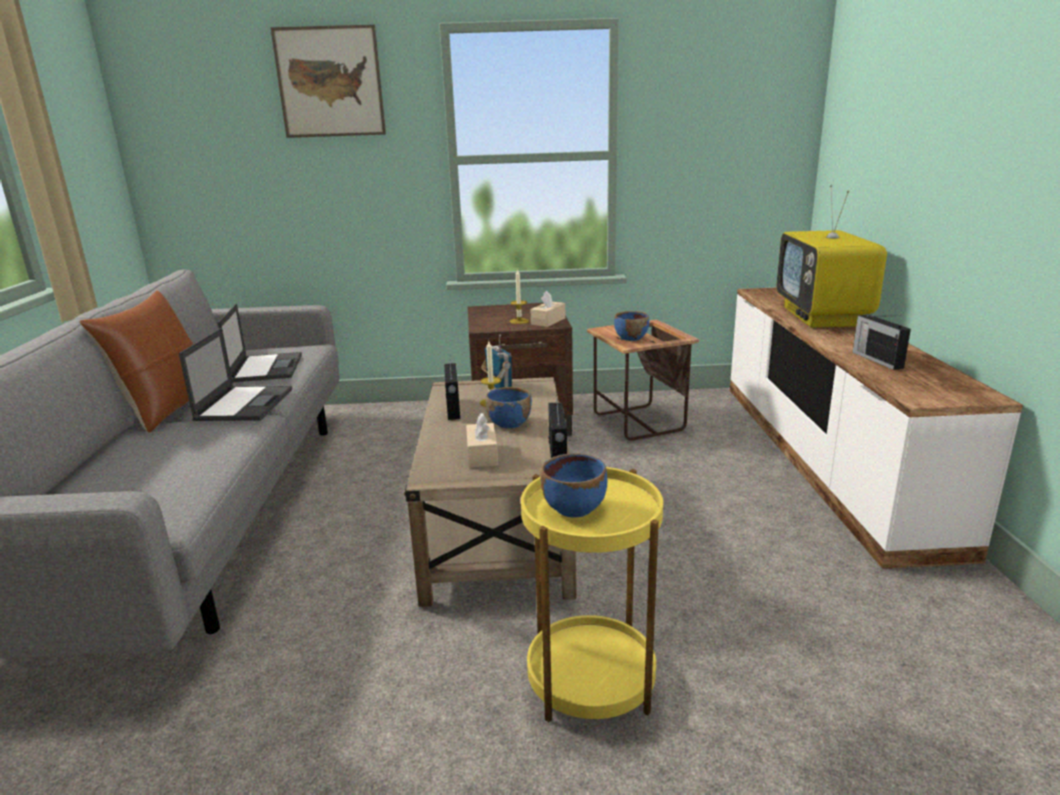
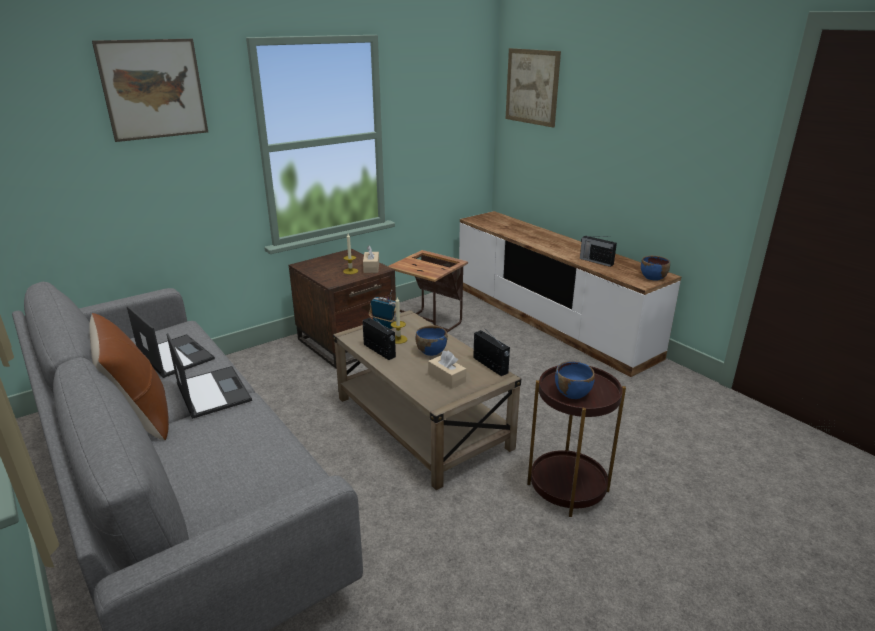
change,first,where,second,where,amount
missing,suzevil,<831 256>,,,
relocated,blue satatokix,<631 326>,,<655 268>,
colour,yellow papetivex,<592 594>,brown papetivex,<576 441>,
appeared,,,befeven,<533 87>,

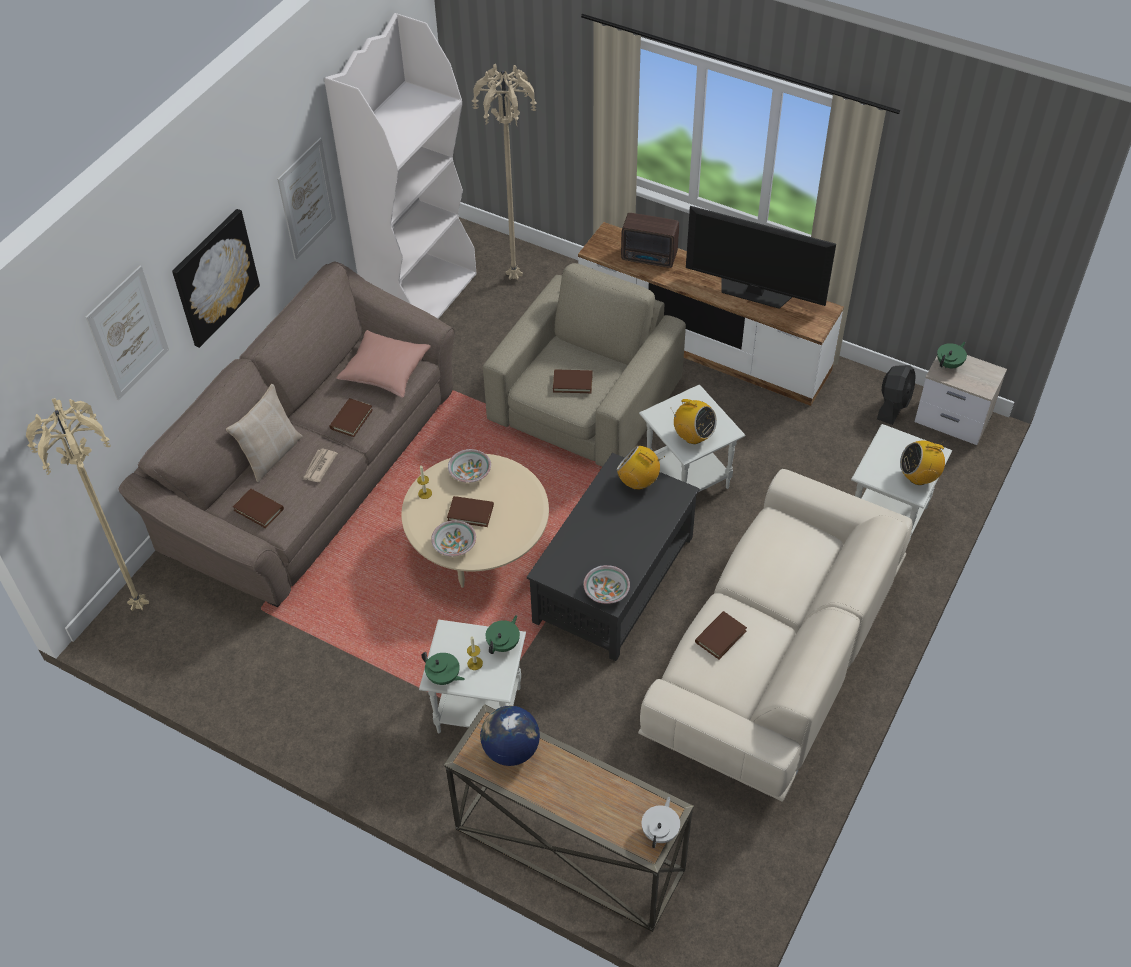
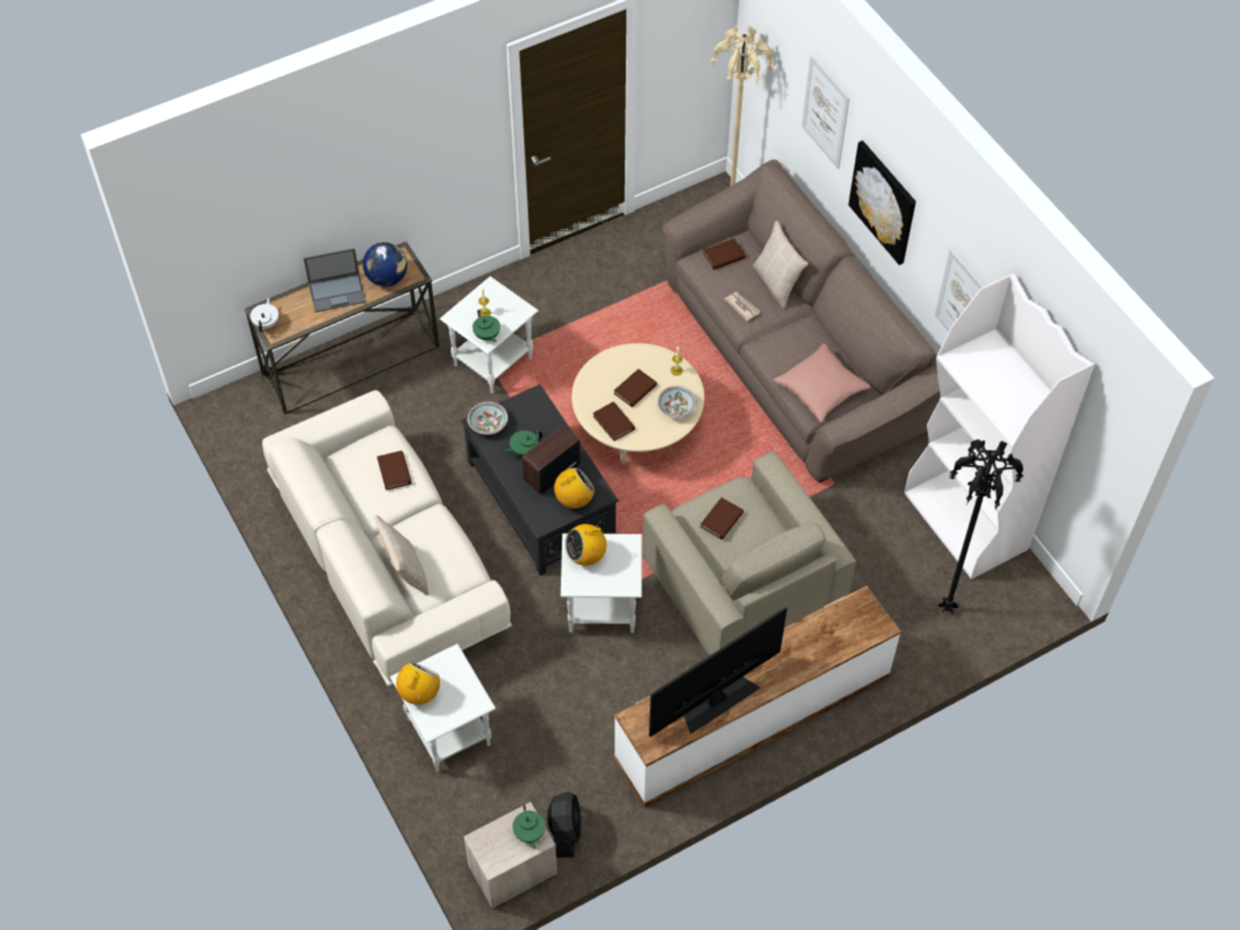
change,first,where,second,where,amount
colour,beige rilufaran,<504 172>,black rilufaran,<980 526>,
relocated,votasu,<650 240>,,<551 460>,
spun,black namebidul,<896 395>,,<564 825>,150 degrees counterclockwise
relocated,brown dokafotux,<351 417>,,<614 421>,
missing,satatokix,<453 538>,,,
relocated,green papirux,<443 668>,,<523 443>,
spun,white papirux,<661 822>,,<264 315>,135 degrees counterclockwise
appeared,,,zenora,<334 280>,
appeared,,,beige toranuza,<401 555>,

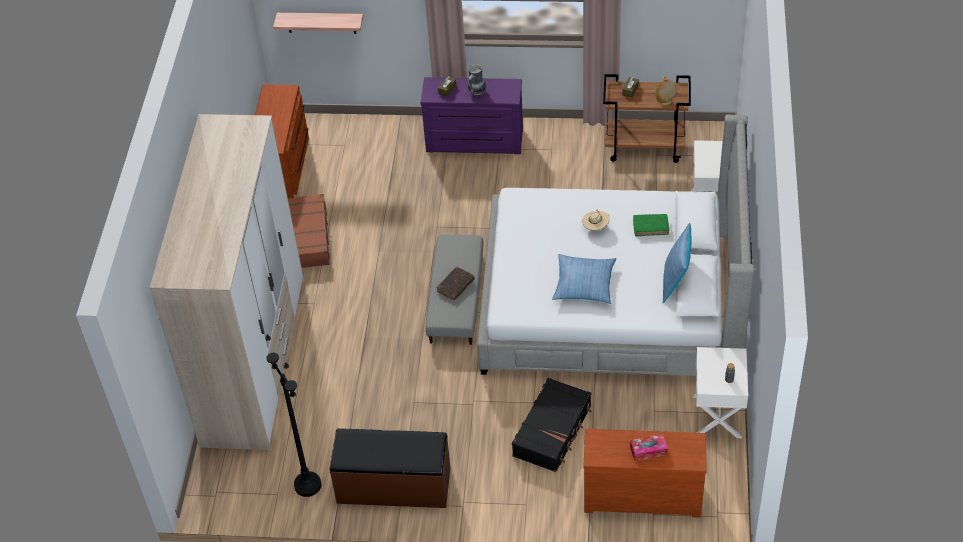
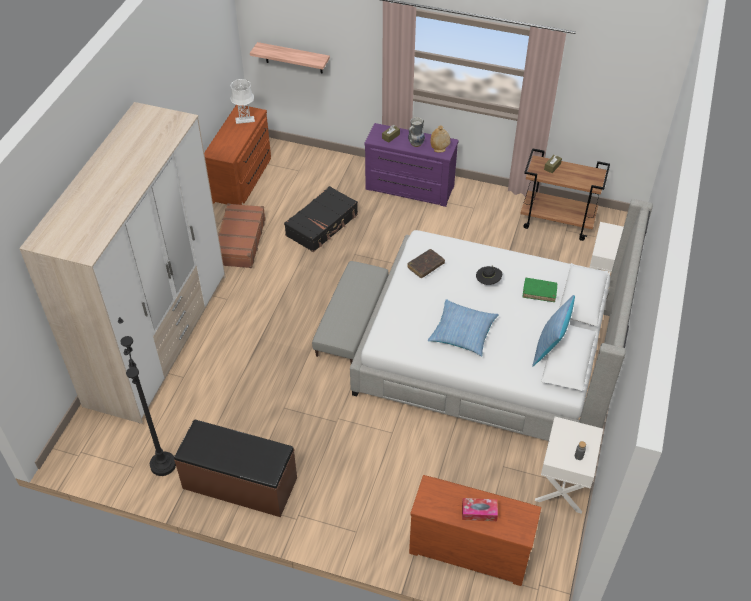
change,first,where,second,where,amount
relocated,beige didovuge,<666 91>,,<440 139>,
colour,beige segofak,<596 220>,black segofak,<489 275>,
relocated,brown dokafotux,<456 283>,,<426 263>,
relocated,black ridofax,<552 425>,,<321 219>,
appeared,,,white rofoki,<243 101>,

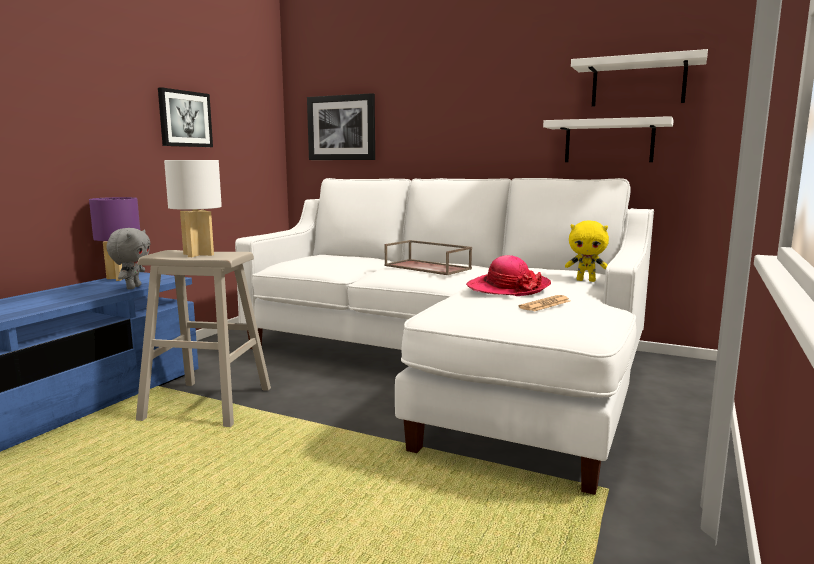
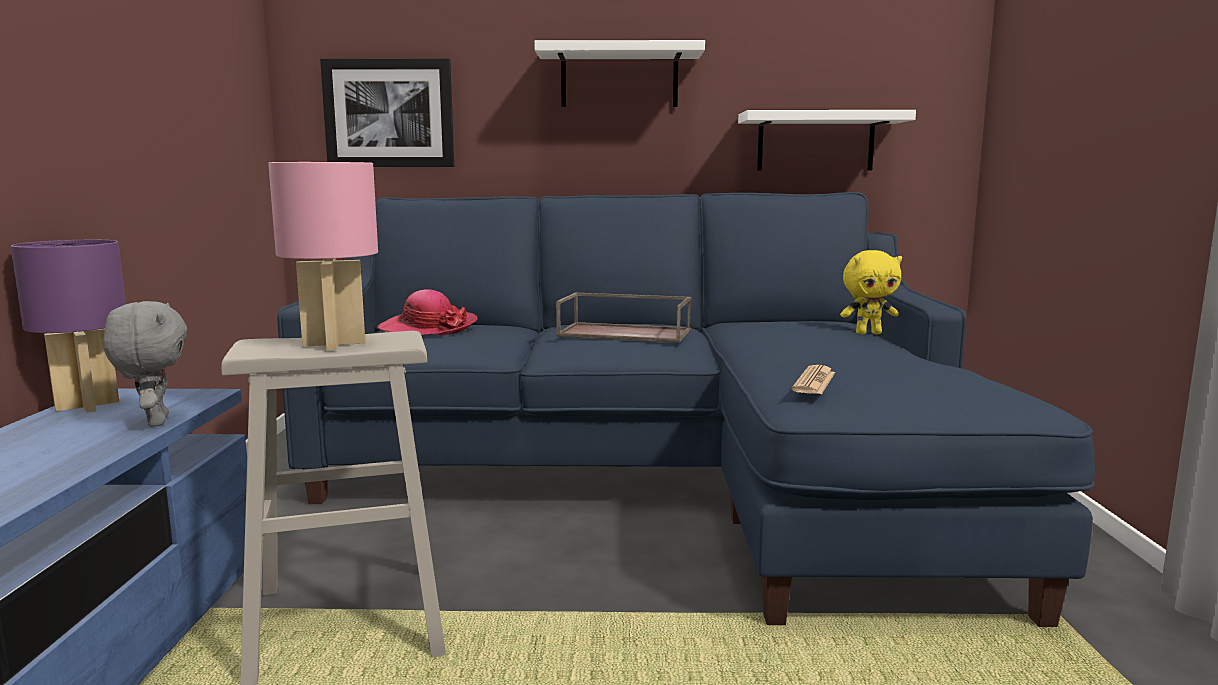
change,first,where,second,where,amount
relocated,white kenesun,<639 77>,,<619 73>,
missing,befeven,<185 117>,,,
colour,white rofoki,<193 208>,pink rofoki,<323 256>,
colour,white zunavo,<444 336>,blue zunavo,<686 409>,
relocated,segofak,<508 275>,,<427 312>,
relocated,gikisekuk,<544 303>,,<813 379>,

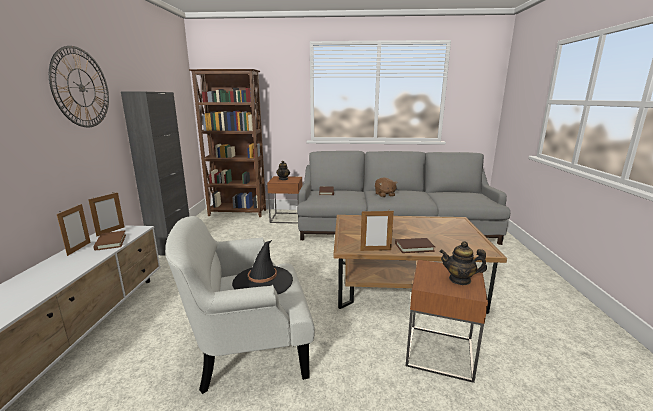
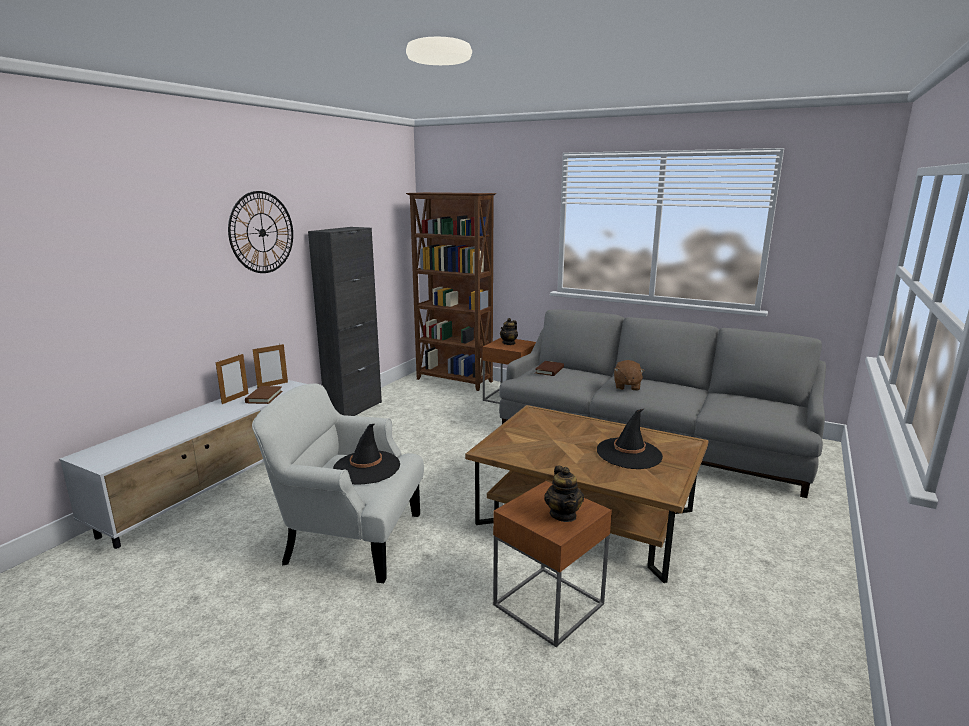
change,first,where,second,where,amount
missing,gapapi,<377 230>,,,
missing,brown dokafotux,<415 245>,,,
spun,papirux,<463 263>,,<564 494>,135 degrees counterclockwise
appeared,,,black segofak,<630 438>,

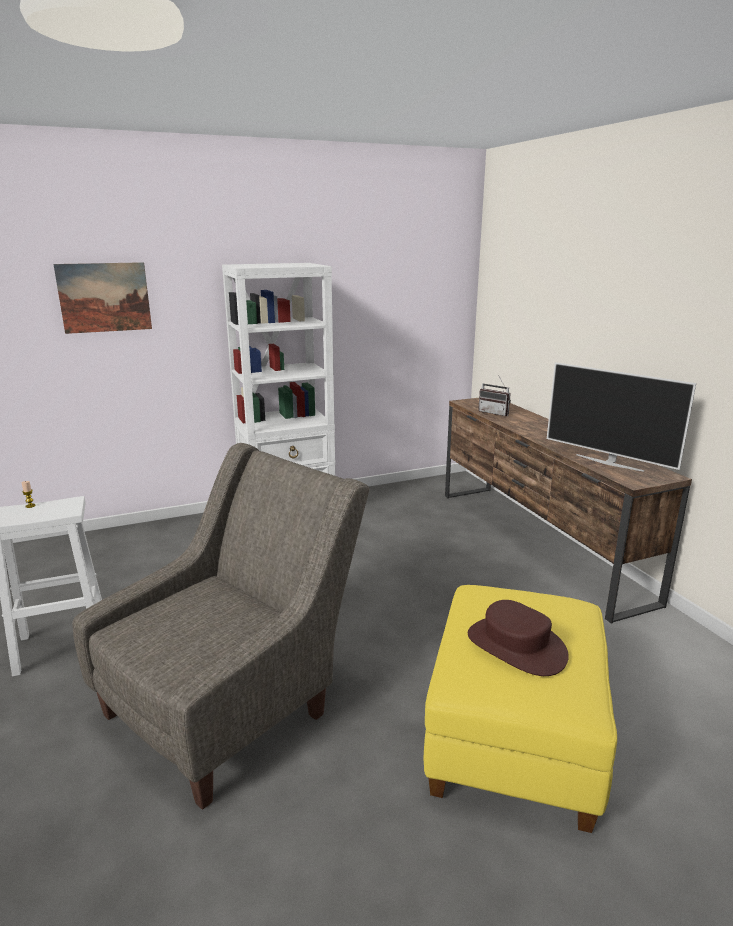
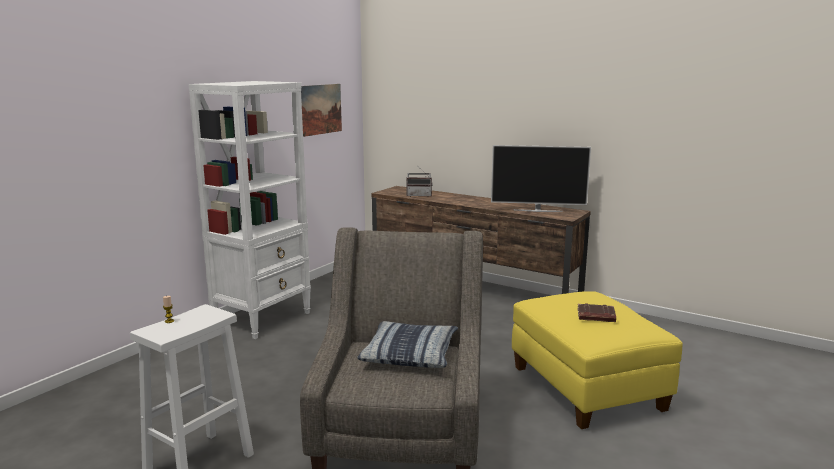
change,first,where,second,where,amount
relocated,befeven,<102 298>,,<321 110>,
exchanged,brown segofak,<518 638>,brown dokafotux,<596 313>,
appeared,,,toranuza,<407 344>,

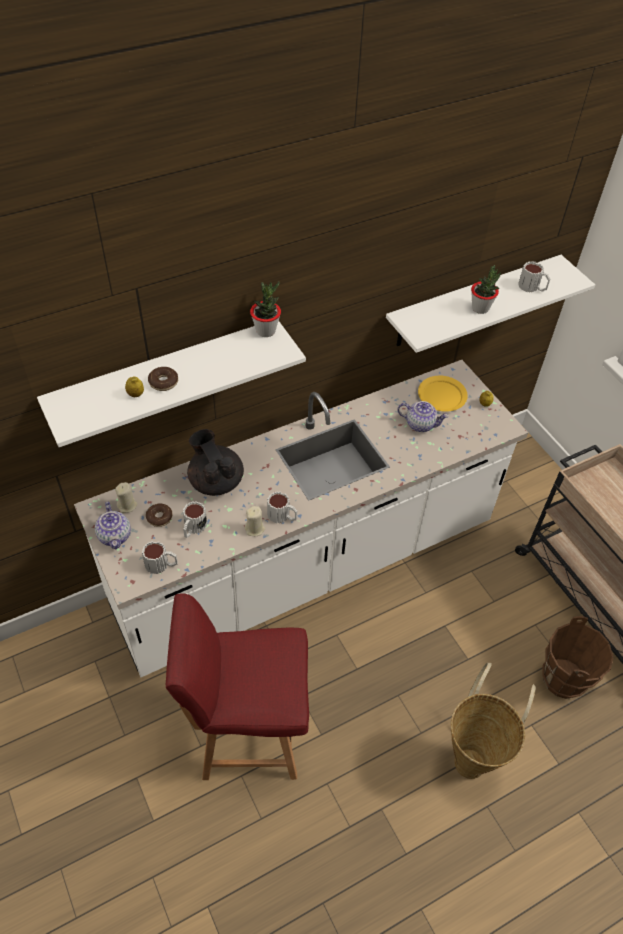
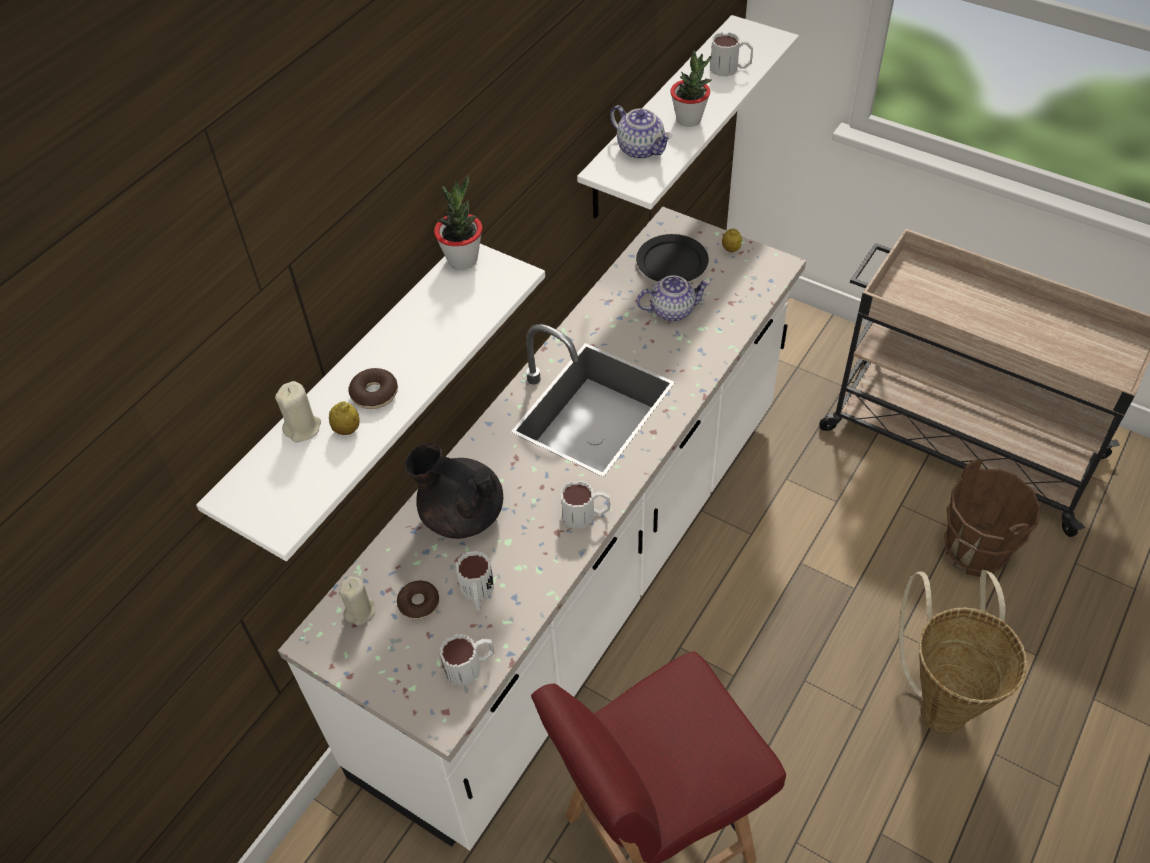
change,first,where,second,where,amount
colour,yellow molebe,<443 394>,black molebe,<672 257>,
relocated,papirux,<113 526>,,<641 132>,
relocated,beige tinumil,<255 521>,,<298 411>,

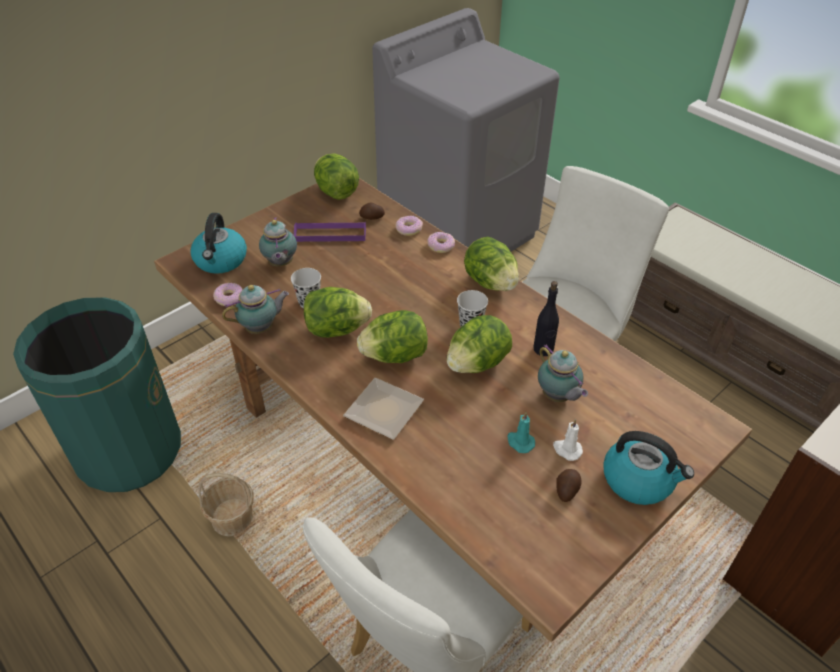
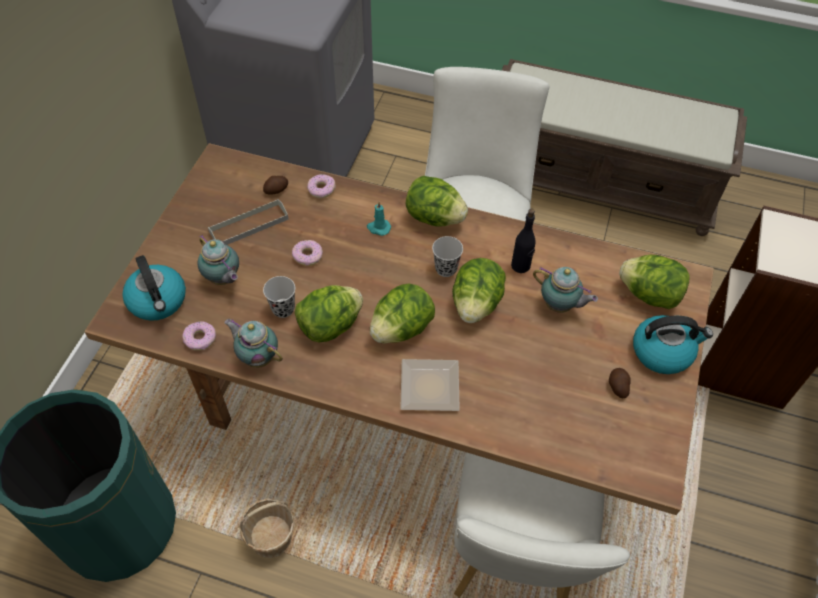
change,first,where,second,where,amount
relocated,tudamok,<336 176>,,<654 282>,
colour,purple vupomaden,<330 232>,grey vupomaden,<248 222>,
relocated,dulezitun,<441 242>,,<307 253>,
spun,papirux,<255 309>,,<253 343>,90 degrees counterclockwise
relocated,turquoise tinumil,<521 432>,,<379 219>,
missing,white tinumil,<568 440>,,,

